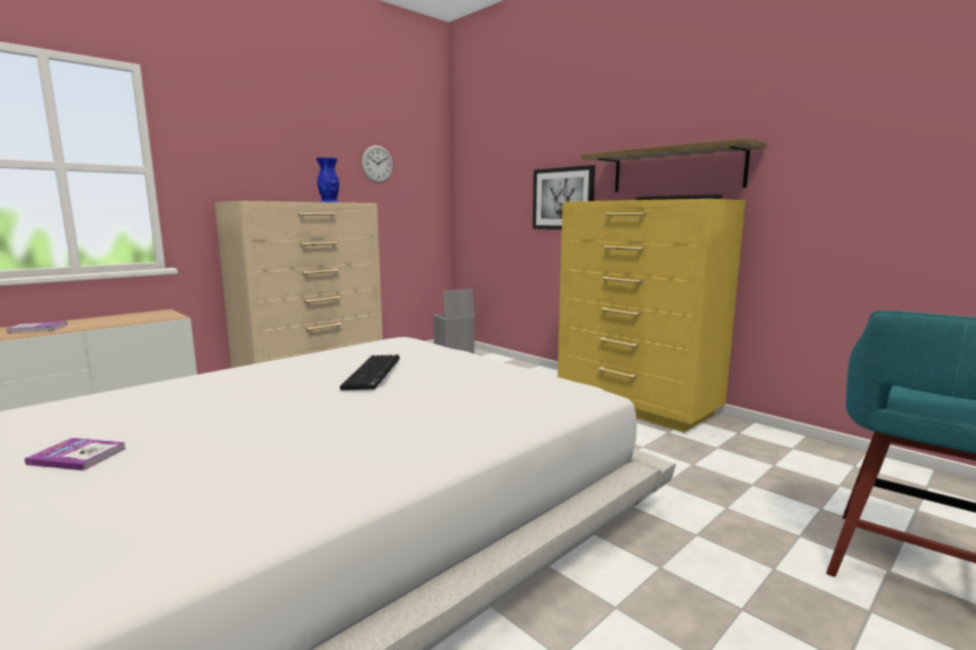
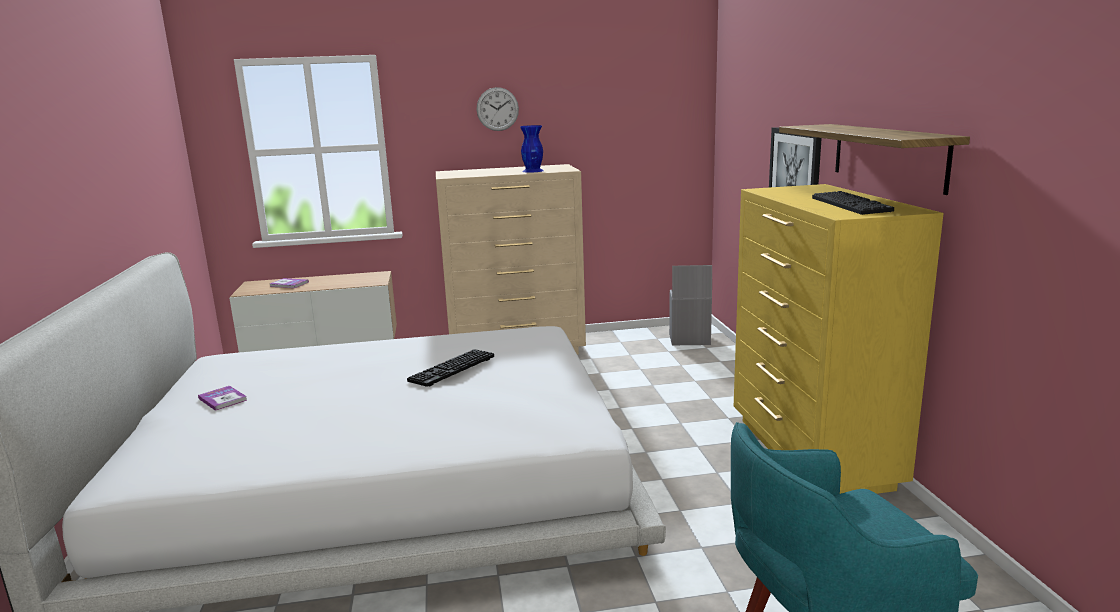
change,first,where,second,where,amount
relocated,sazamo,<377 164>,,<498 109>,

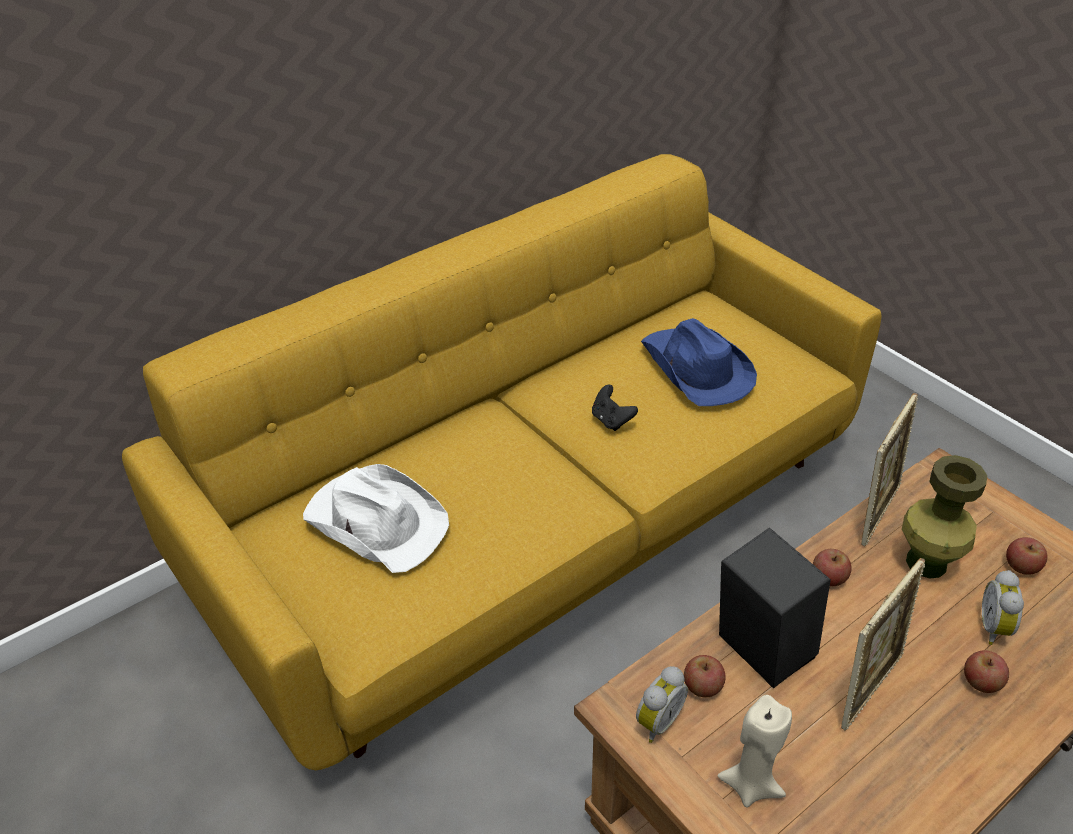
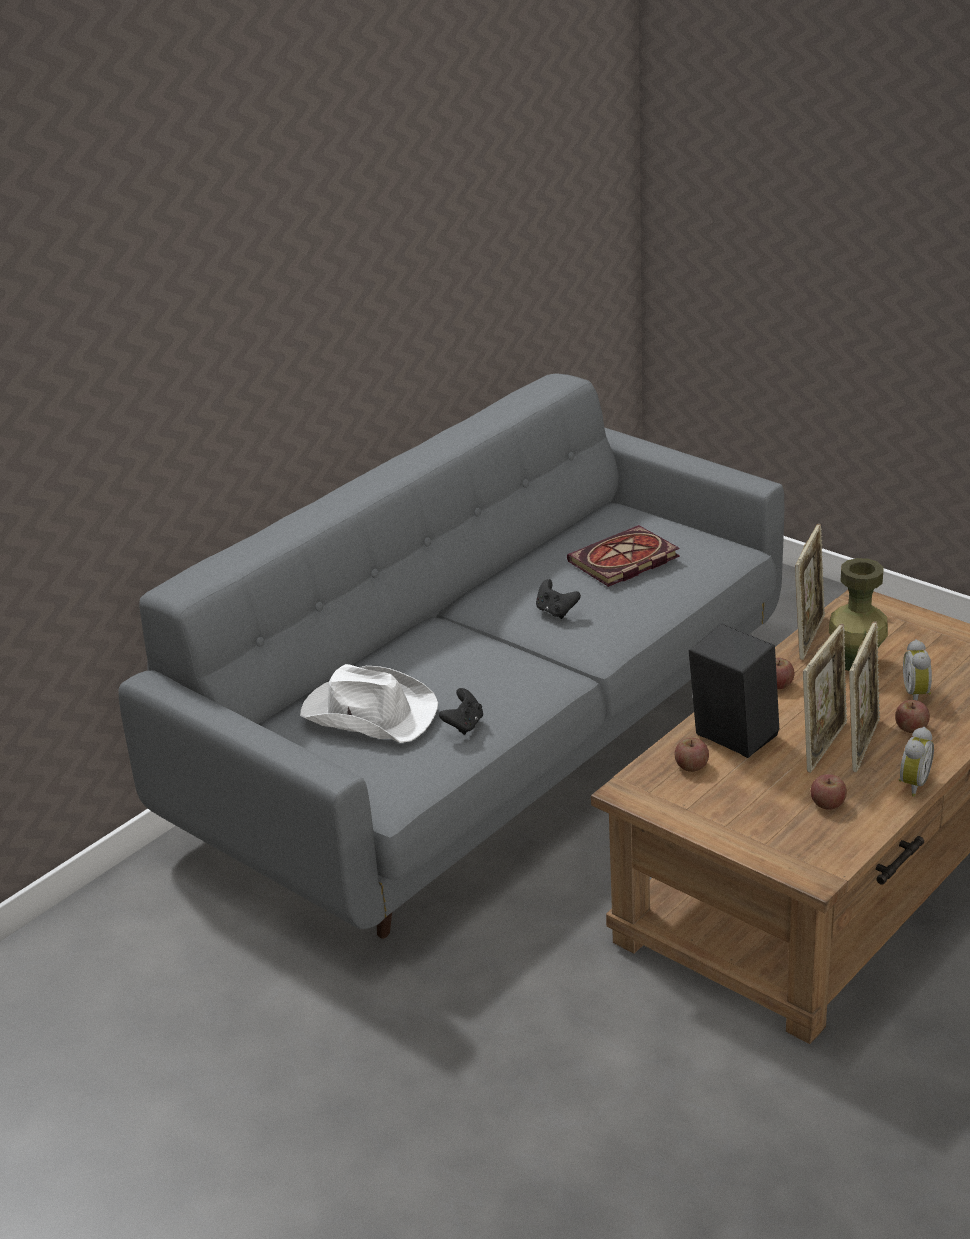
change,first,where,second,where,amount
colour,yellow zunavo,<501 462>,grey zunavo,<451 656>,
exchanged,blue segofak,<699 362>,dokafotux,<623 556>,
relocated,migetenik,<1026 556>,,<829 792>,
relocated,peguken,<662 704>,,<916 762>,
missing,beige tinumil,<754 751>,,,
appeared,,,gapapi,<864 696>,
appeared,,,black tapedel,<461 711>,

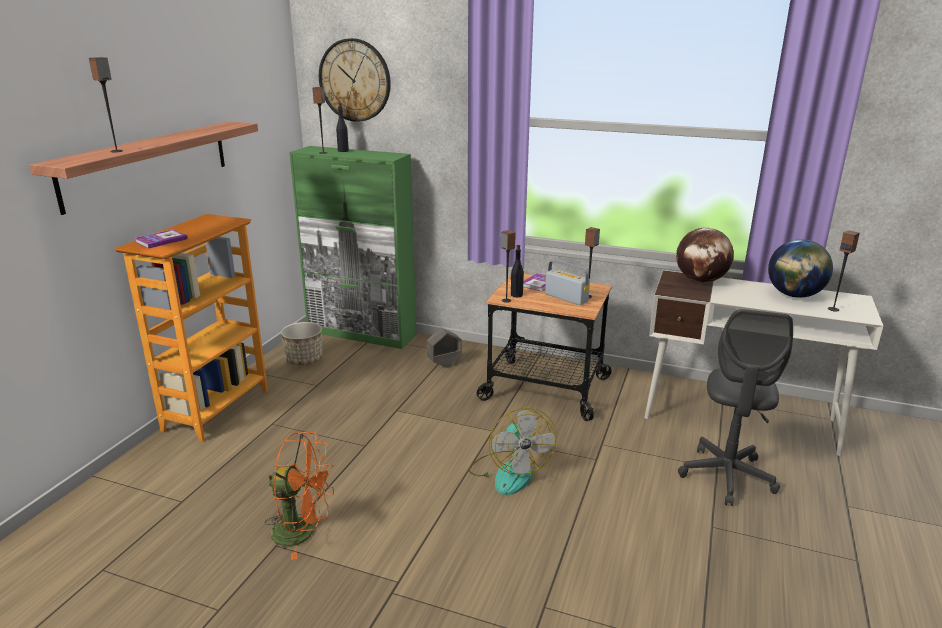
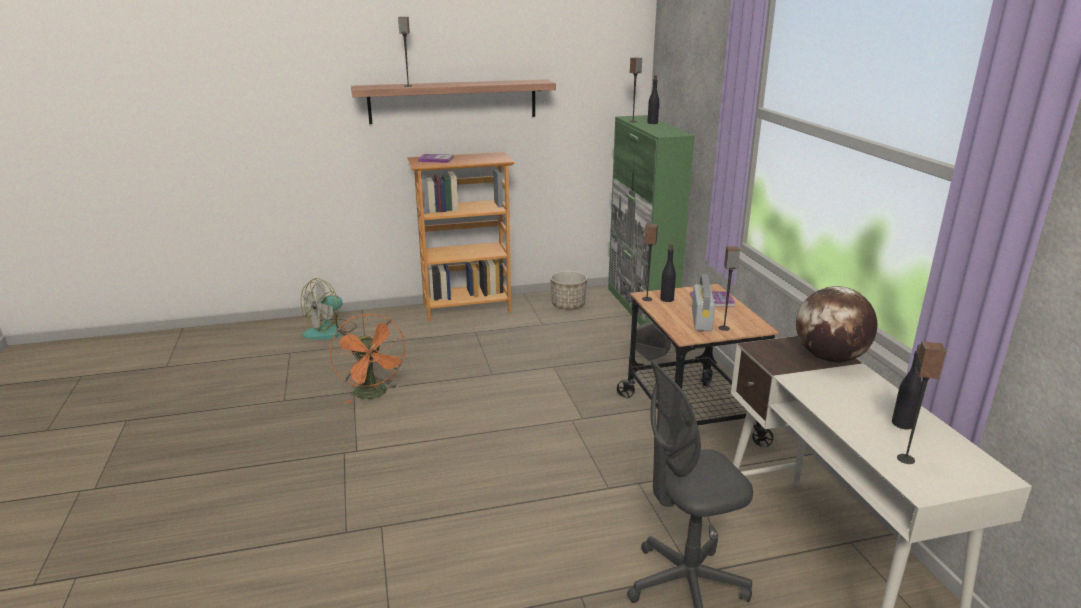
change,first,where,second,where,amount
missing,sazamo,<355 80>,,,
exchanged,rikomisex,<800 268>,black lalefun,<907 387>,
relocated,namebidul,<512 451>,,<329 309>,

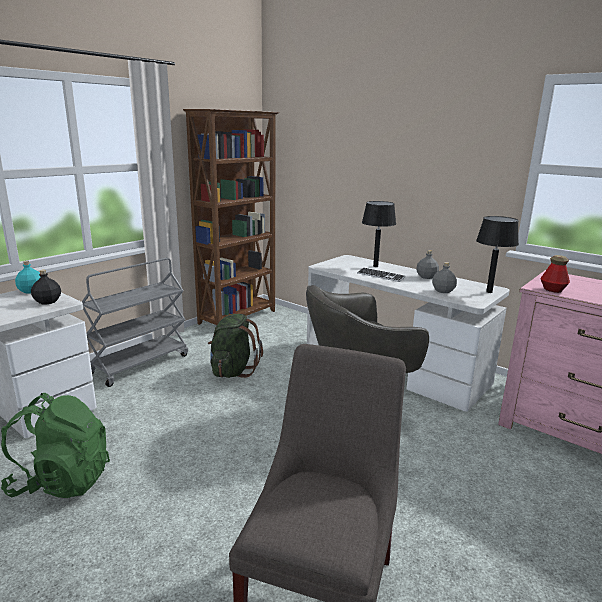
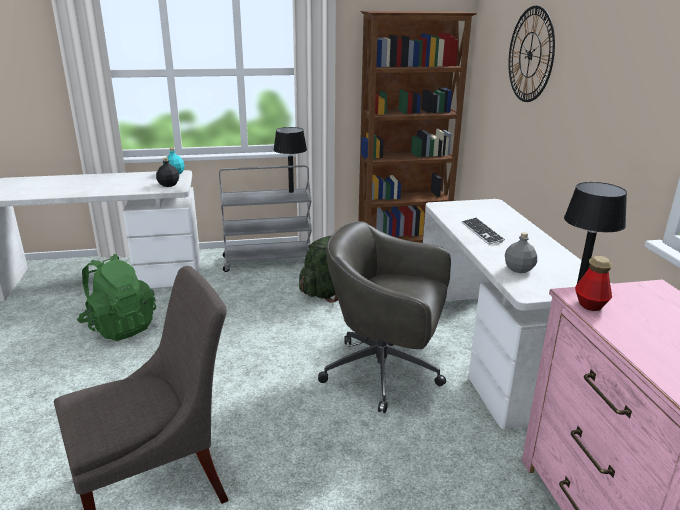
change,first,where,second,where,amount
relocated,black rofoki,<379 234>,,<290 160>,
missing,grey lalefun,<427 264>,,,
appeared,,,sazamo,<531 54>,

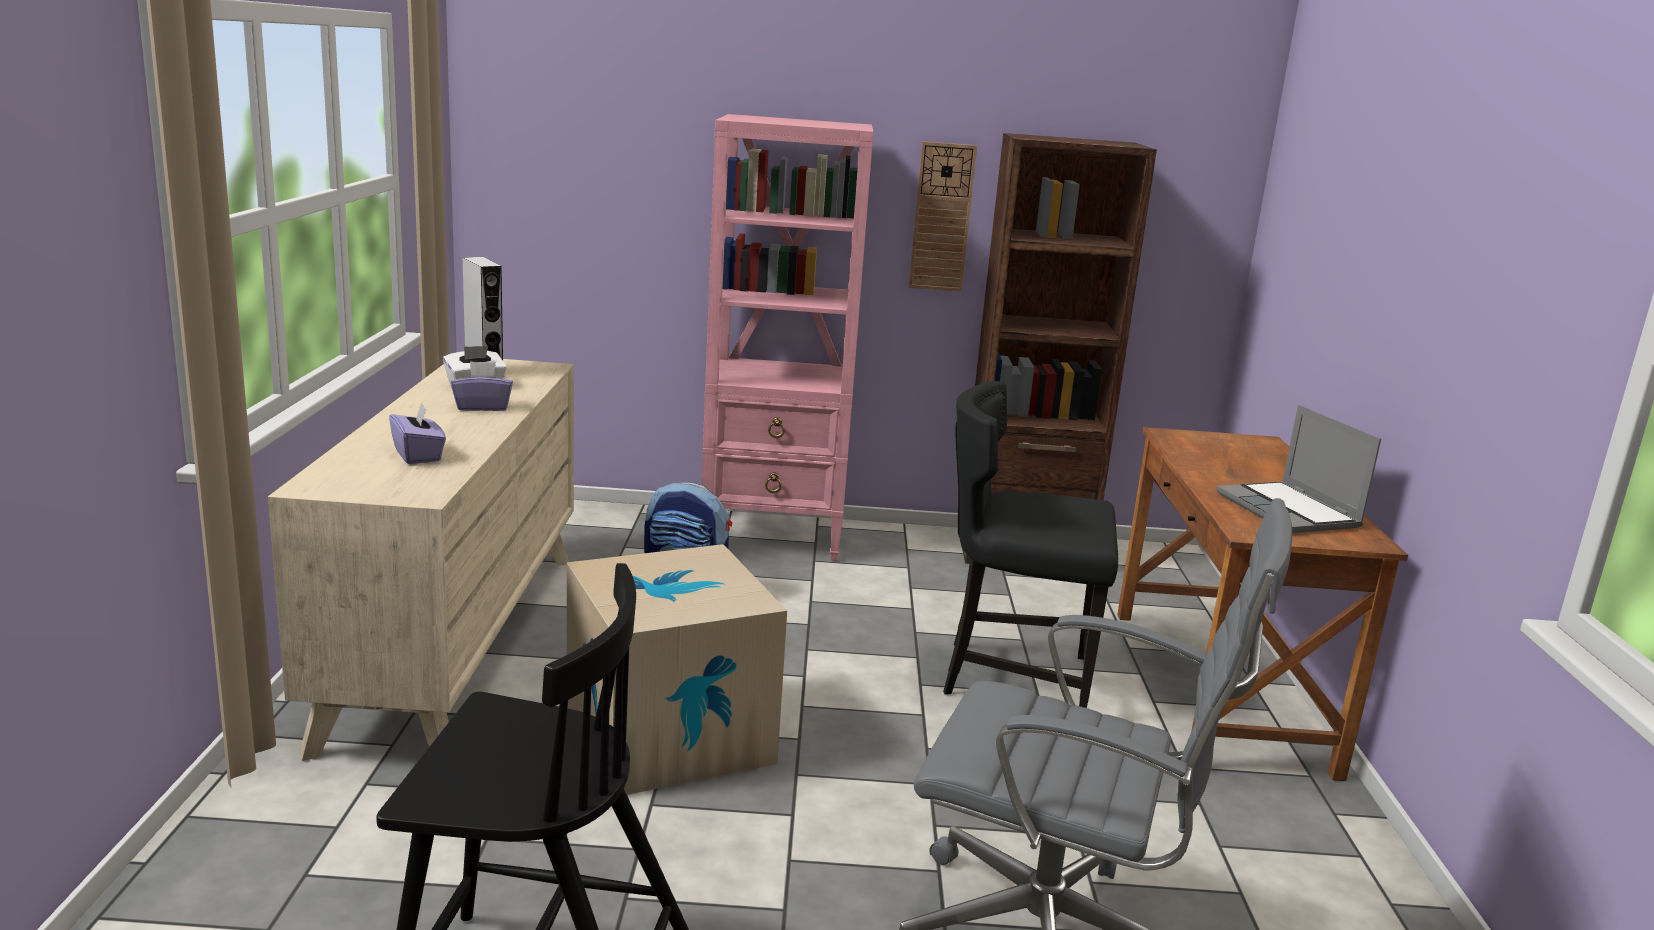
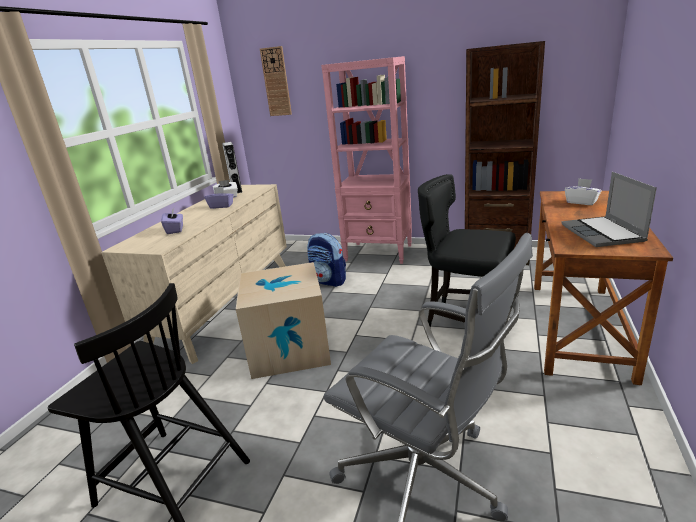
change,first,where,second,where,amount
relocated,sazamo,<943 216>,,<276 81>,
appeared,,,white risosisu,<583 191>,

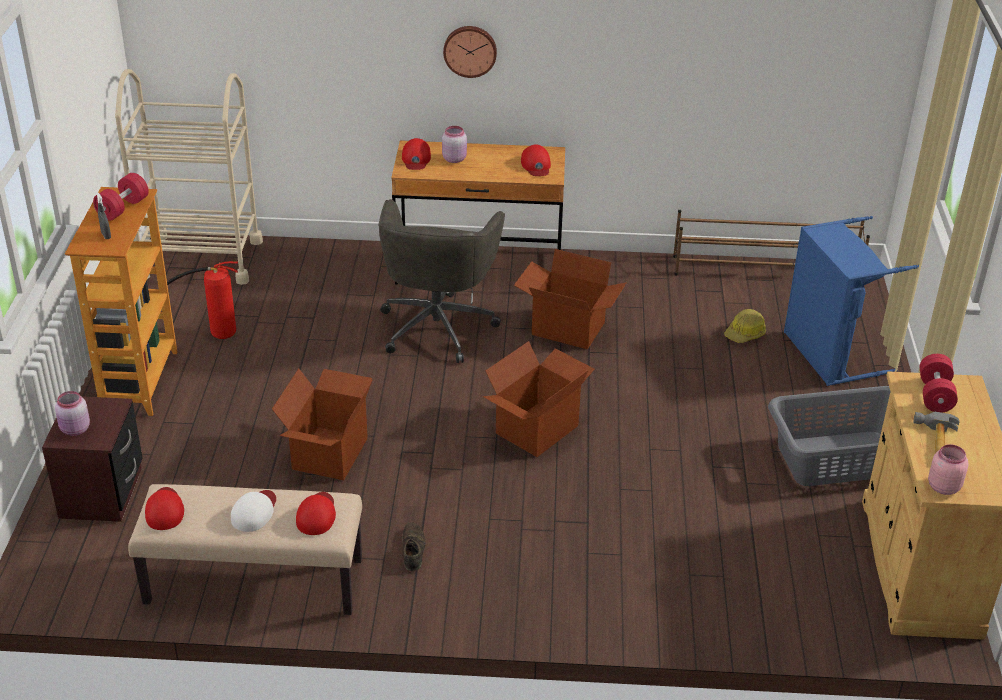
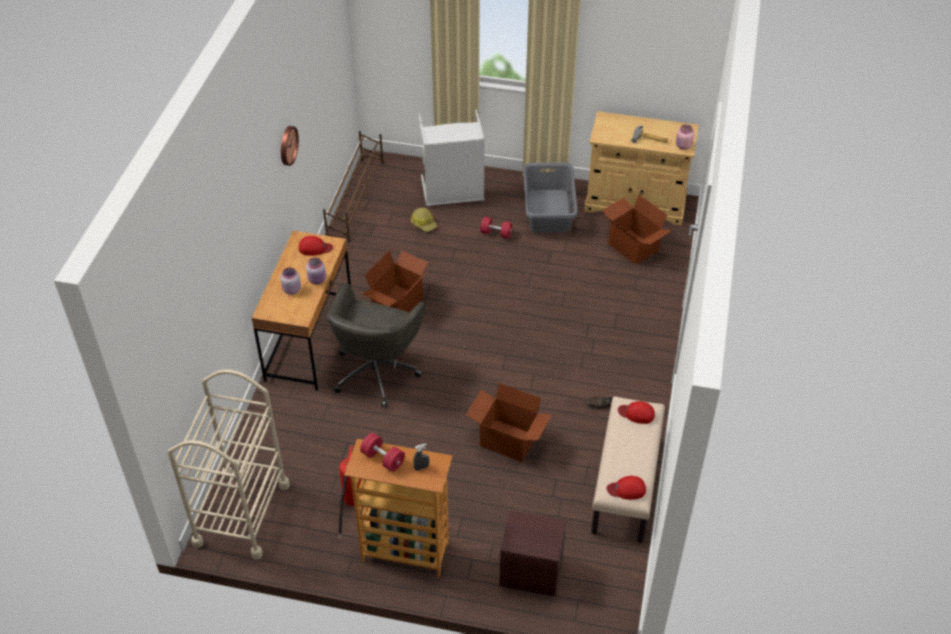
change,first,where,second,where,amount
relocated,sazamo,<470 52>,,<290 146>,
missing,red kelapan,<416 154>,,,
spun,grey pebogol,<441 281>,,<375 345>,90 degrees clockwise
colour,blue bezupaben,<851 301>,grey bezupaben,<451 157>,
relocated,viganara,<539 399>,,<636 230>,
relocated,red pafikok,<939 383>,,<496 228>,
relocated,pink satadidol,<72 413>,,<316 270>,
missing,white kelapan,<253 511>,,,

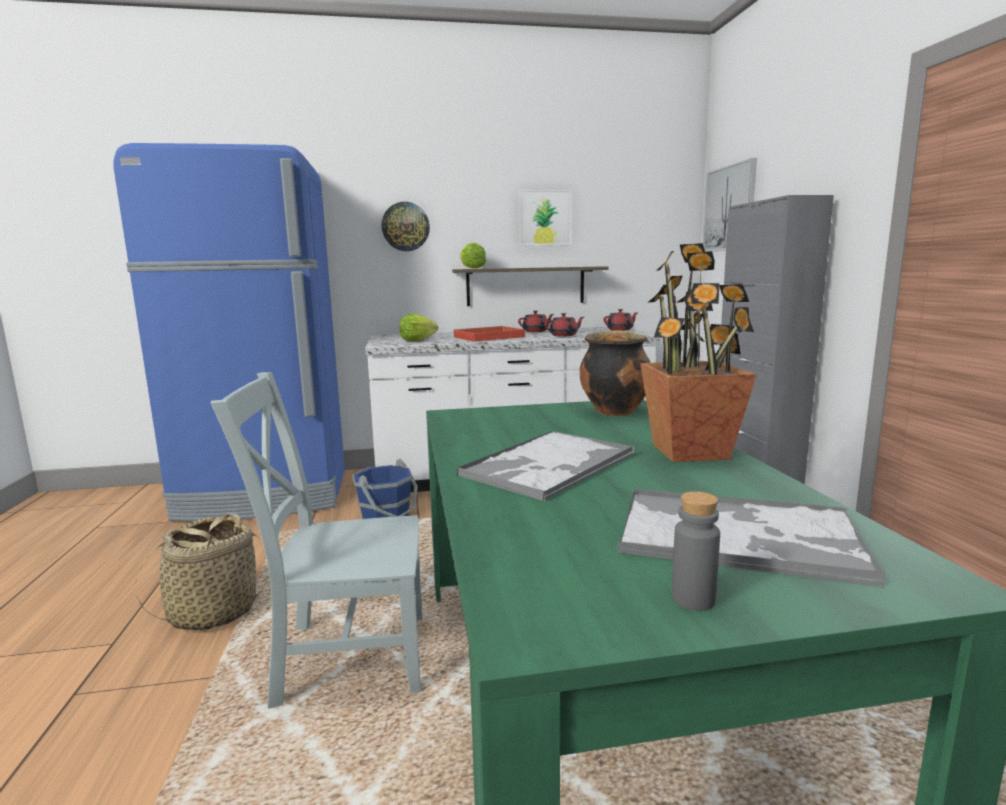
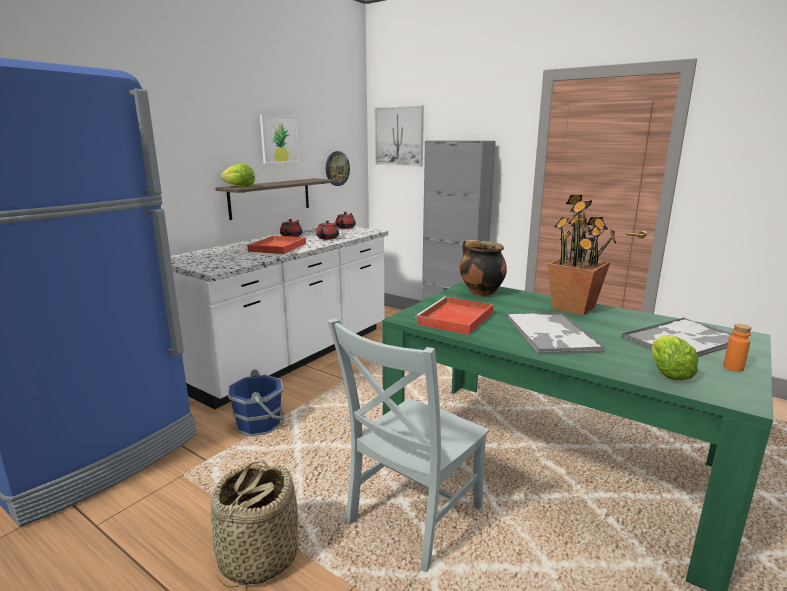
change,first,where,second,where,amount
relocated,sazamo,<406 226>,,<338 168>,
relocated,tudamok,<418 327>,,<675 357>,
colour,grey lalefun,<696 551>,orange lalefun,<737 348>,
appeared,,,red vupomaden,<454 315>,

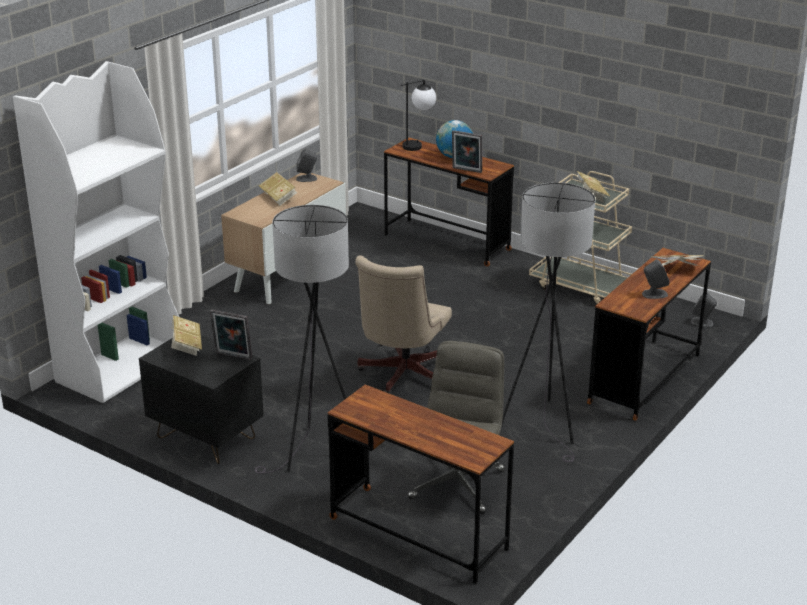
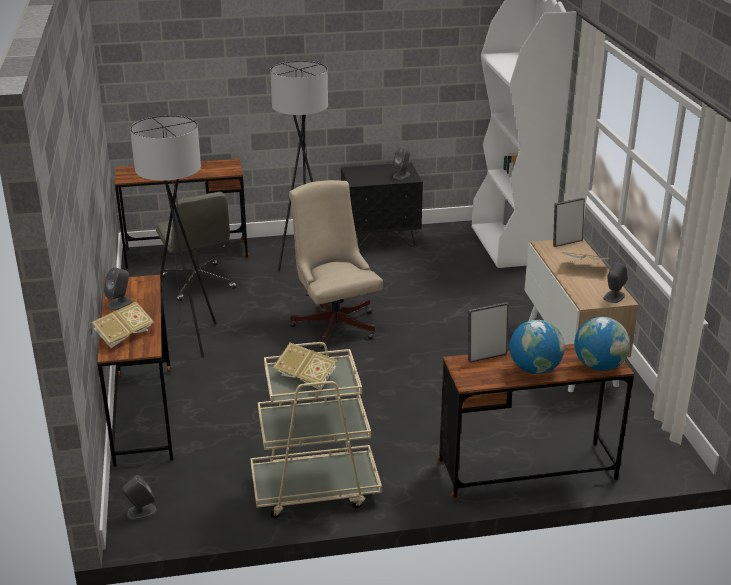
change,first,where,second,where,amount
exchanged,rofoki,<418 115>,rikomisex,<602 344>,
relocated,gapapi,<231 334>,,<569 222>,
exchanged,dokafotux,<186 335>,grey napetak,<401 163>,

